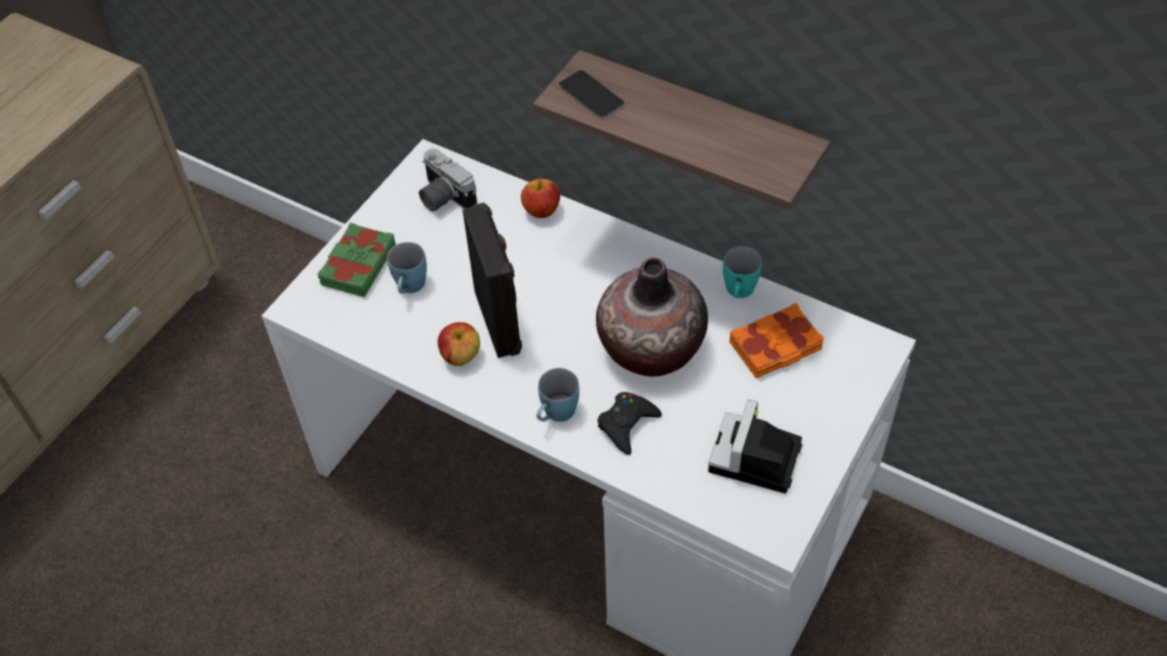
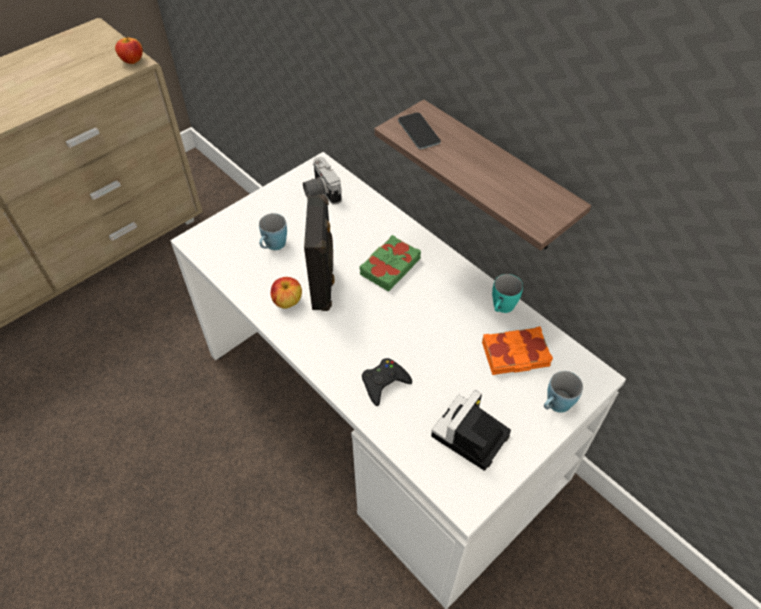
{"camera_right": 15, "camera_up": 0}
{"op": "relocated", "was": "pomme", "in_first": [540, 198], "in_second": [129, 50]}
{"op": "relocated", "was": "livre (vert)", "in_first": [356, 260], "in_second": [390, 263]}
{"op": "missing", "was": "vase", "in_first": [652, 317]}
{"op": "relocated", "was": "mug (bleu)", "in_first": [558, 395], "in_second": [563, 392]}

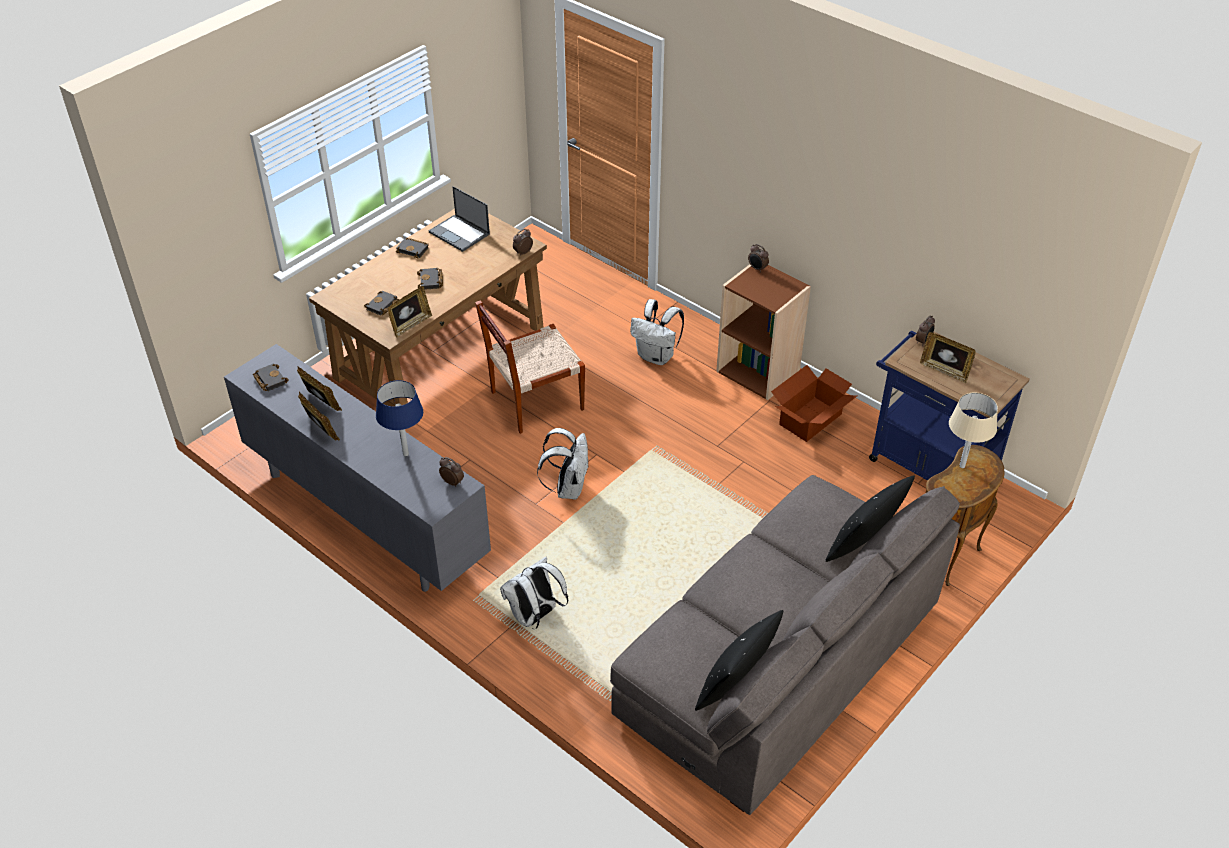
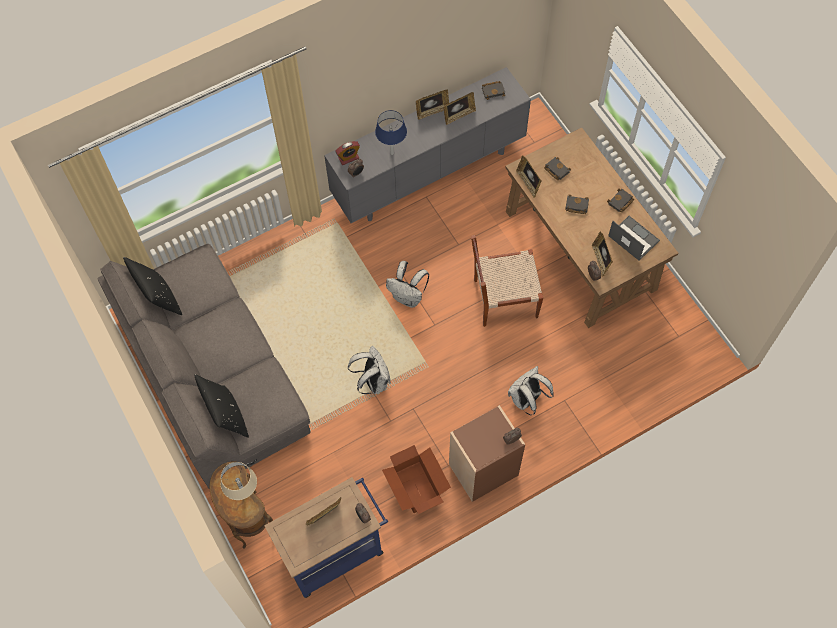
{"camera_right": 110, "camera_up": 20}
{"op": "spun", "was": "ordinateur portable", "in_first": [459, 219], "in_second": [634, 238], "clockwise": 75}
{"op": "spun", "was": "chaise", "in_first": [530, 367], "in_second": [507, 281], "clockwise": -90}
{"op": "relocated", "was": "sac à dos (blanc)", "in_first": [534, 592], "in_second": [369, 370]}
{"op": "appeared", "now": "réveil", "in_second": [348, 153]}
{"op": "appeared", "now": "cadre photo", "in_second": [602, 254]}

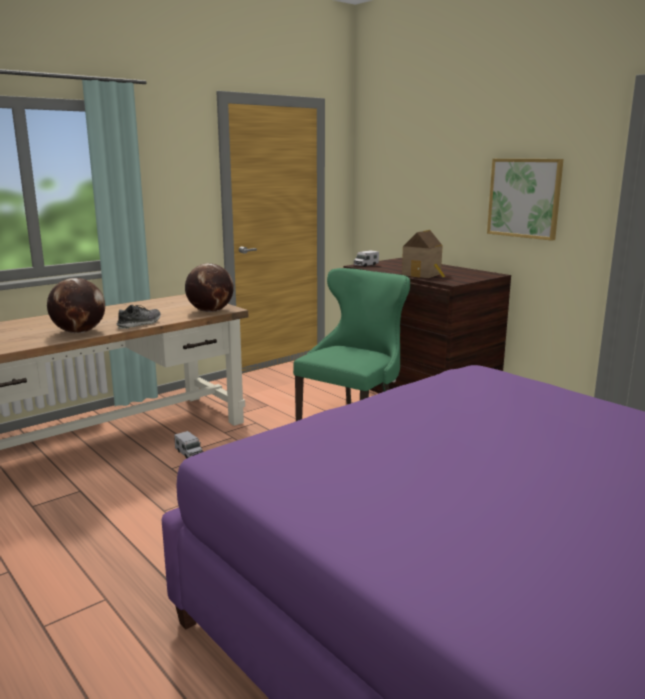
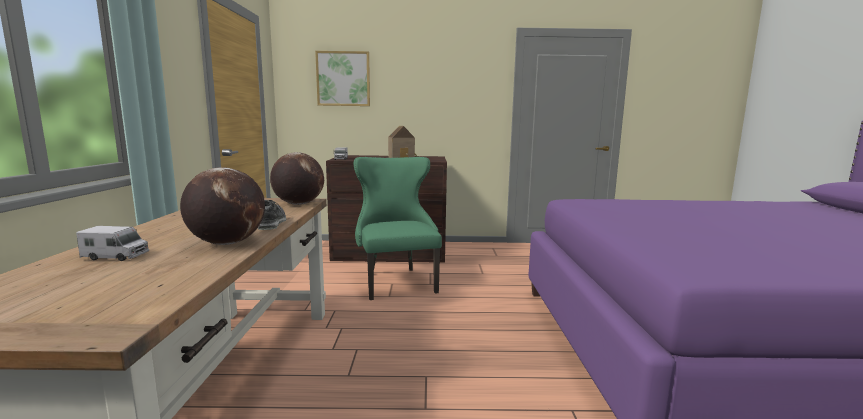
{"camera_right": -50, "camera_up": -5}
{"op": "relocated", "was": "tableau", "in_first": [525, 200], "in_second": [342, 78]}
{"op": "relocated", "was": "camion jouet", "in_first": [188, 445], "in_second": [112, 243]}

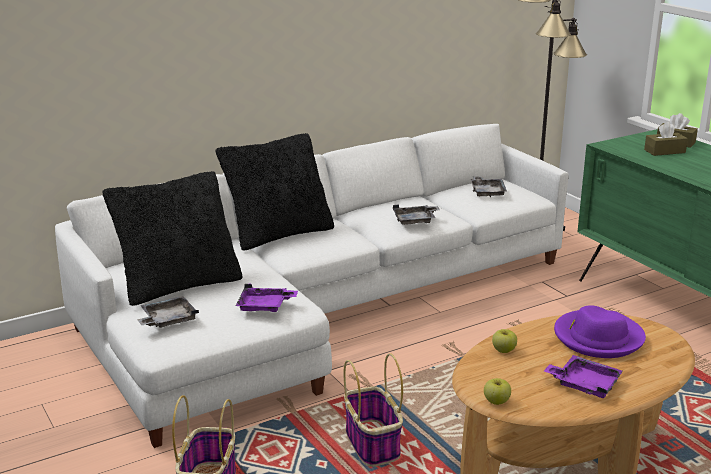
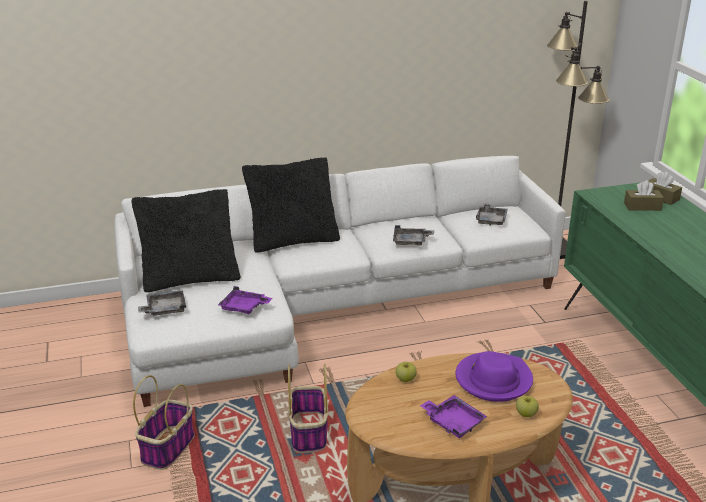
{"camera_right": 15, "camera_up": 5}
{"op": "relocated", "was": "pomme", "in_first": [497, 391], "in_second": [527, 406]}

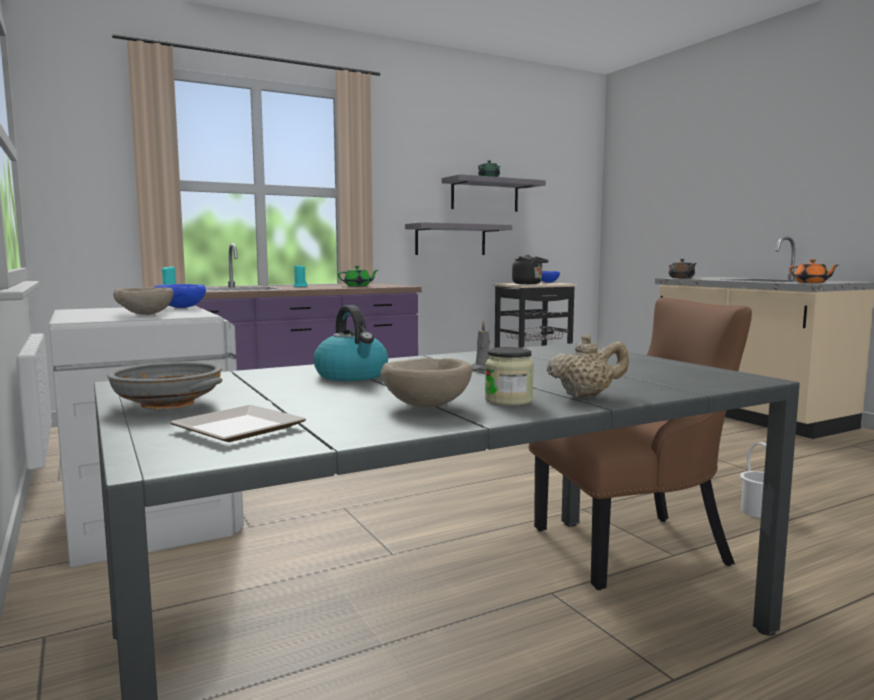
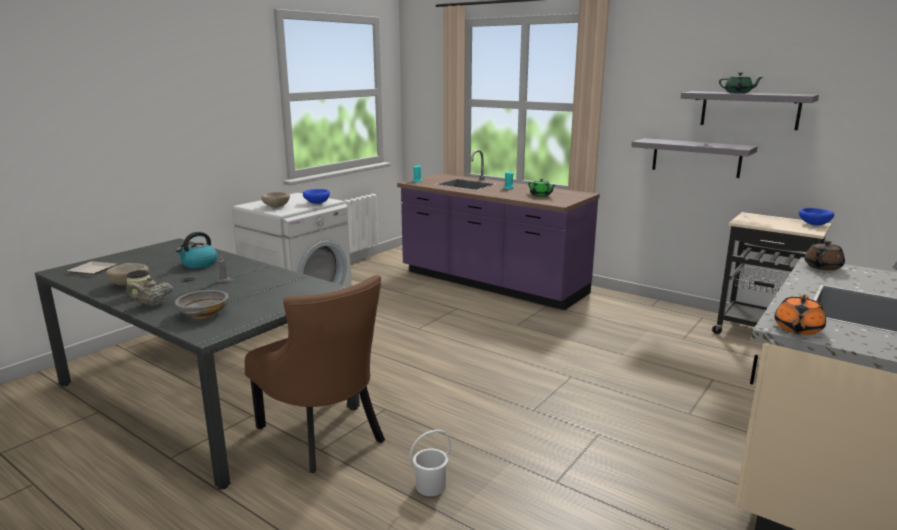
{"camera_right": 65, "camera_up": 10}
{"op": "missing", "was": "bouilloire (noir)", "in_first": [530, 269]}
{"op": "spun", "was": "théière (beige)", "in_first": [588, 365], "in_second": [149, 292], "clockwise": 105}
{"op": "relocated", "was": "bol (gris)", "in_first": [164, 386], "in_second": [202, 304]}

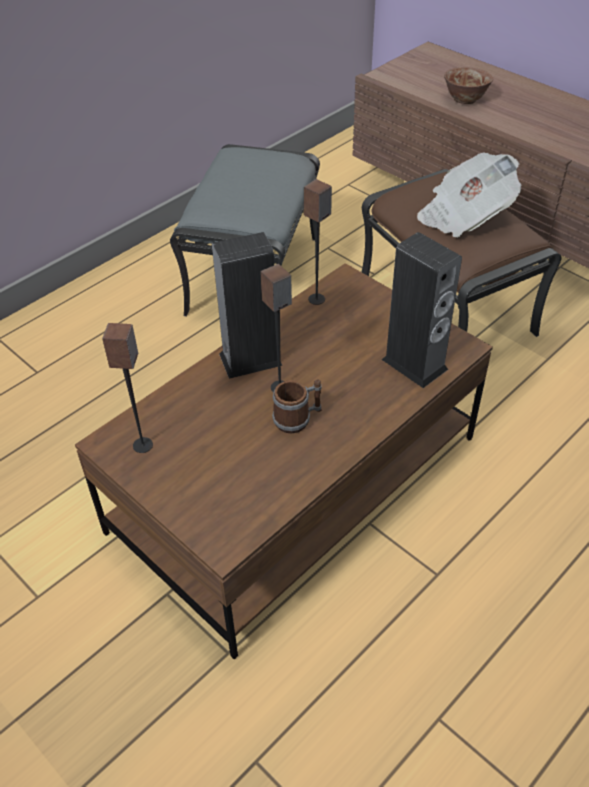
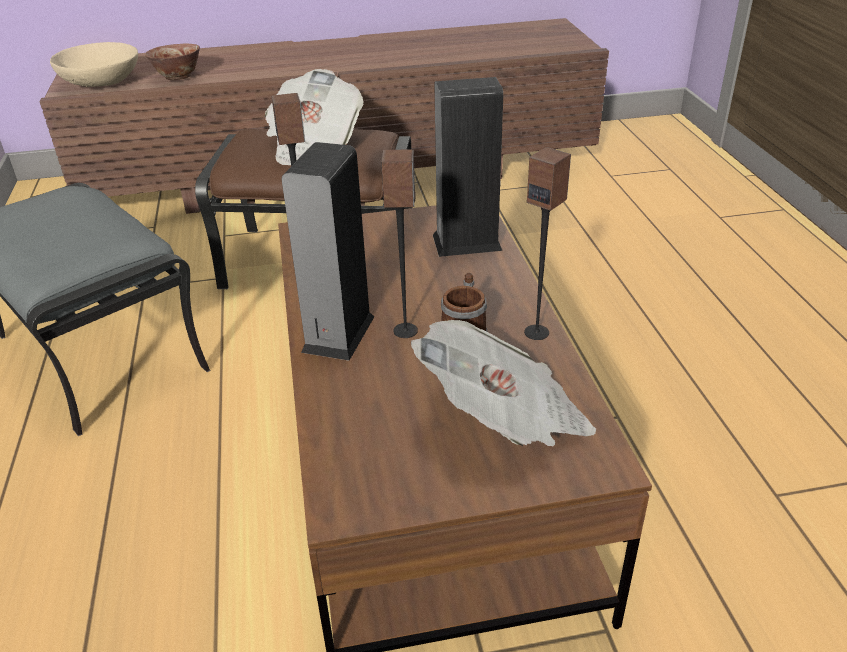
{"camera_right": -55, "camera_up": -10}
{"op": "relocated", "was": "enceinte", "in_first": [127, 388], "in_second": [547, 243]}
{"op": "appeared", "now": "bol (beige)", "in_second": [94, 64]}
{"op": "appeared", "now": "journal", "in_second": [503, 383]}

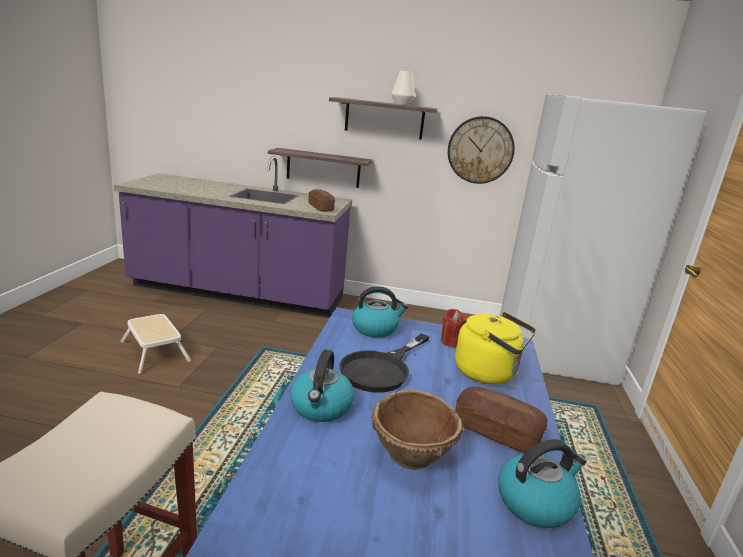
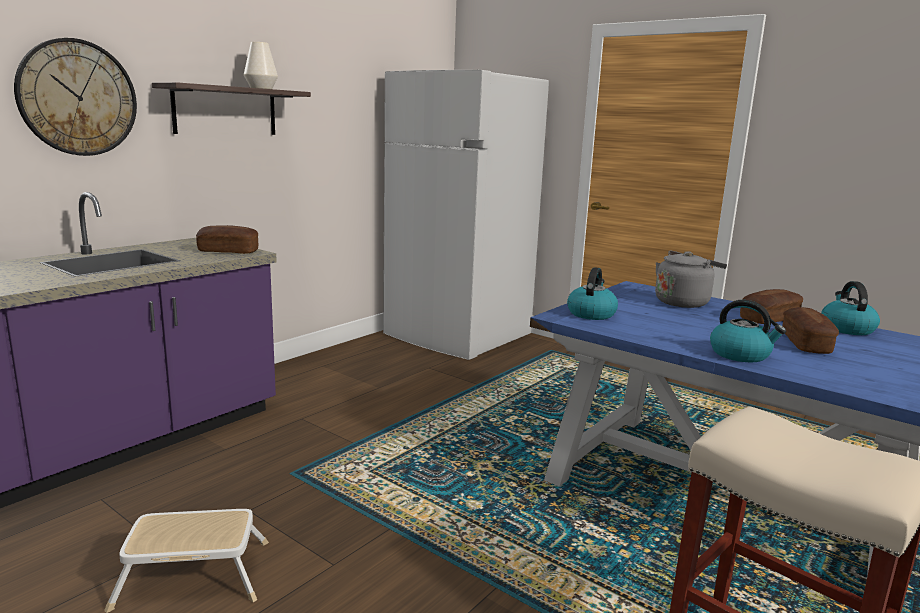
{"camera_right": -60, "camera_up": -5}
{"op": "relocated", "was": "horloge murale", "in_first": [481, 150], "in_second": [75, 97]}
{"op": "missing", "was": "étagère", "in_first": [320, 168]}
{"op": "missing", "was": "bougie (rouge)", "in_first": [454, 328]}
{"op": "colour", "was": "bouilloire (jaune)", "now": "bouilloire (gris)", "in_first": [495, 348], "in_second": [691, 279]}
{"op": "missing", "was": "poêle (noir)", "in_first": [384, 363]}
{"op": "exchanged", "was": "bol (marron)", "now": "pain", "in_first": [417, 430], "in_second": [810, 330]}

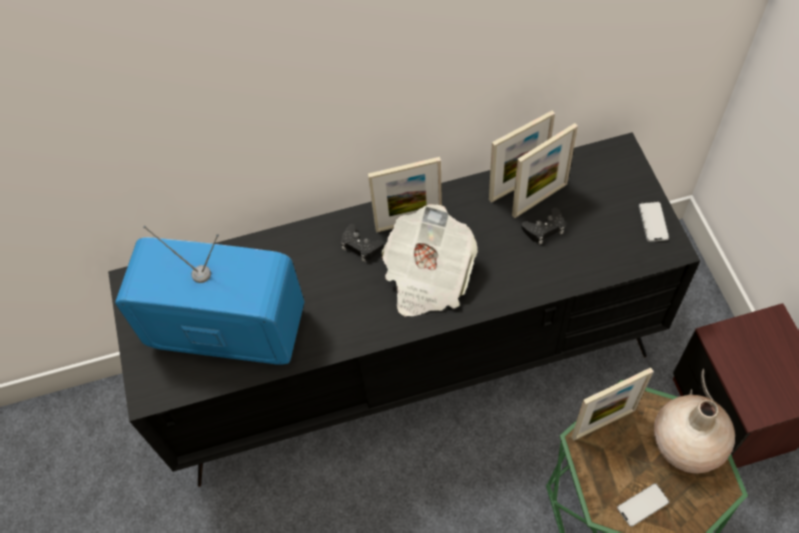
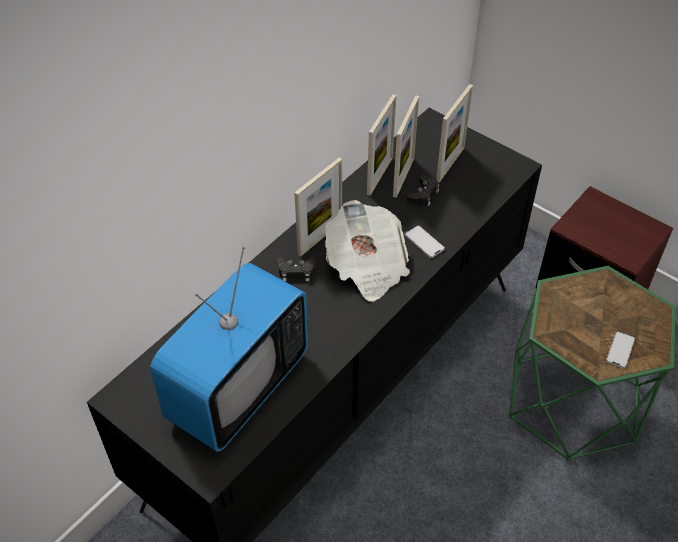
{"camera_right": -40, "camera_up": -10}
{"op": "relocated", "was": "téléphone", "in_first": [654, 222], "in_second": [425, 241]}
{"op": "spun", "was": "téléviseur", "in_first": [209, 295], "in_second": [229, 349], "clockwise": 150}
{"op": "relocated", "was": "cadre photo", "in_first": [612, 404], "in_second": [454, 133]}
{"op": "missing", "was": "vase (beige)", "in_first": [694, 434]}

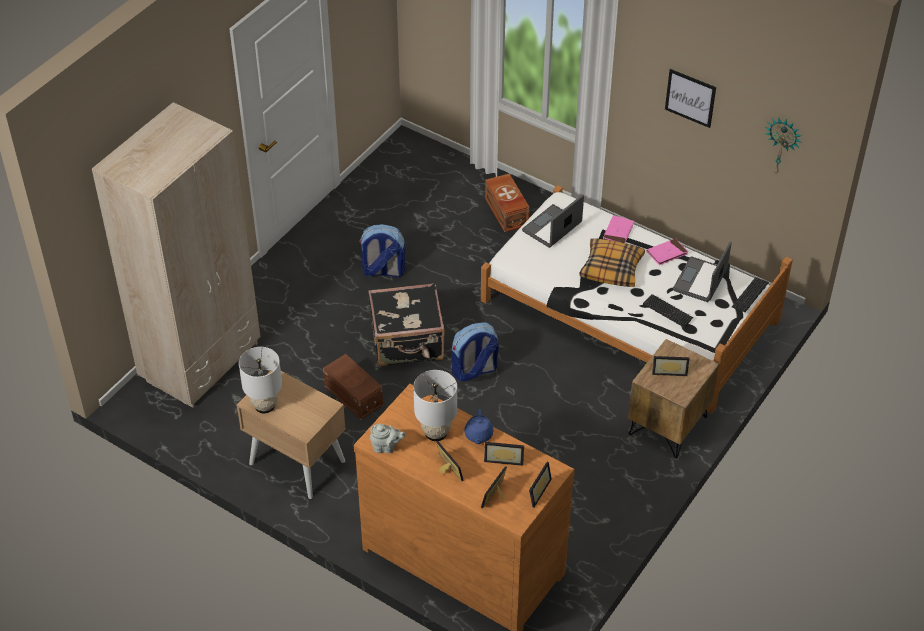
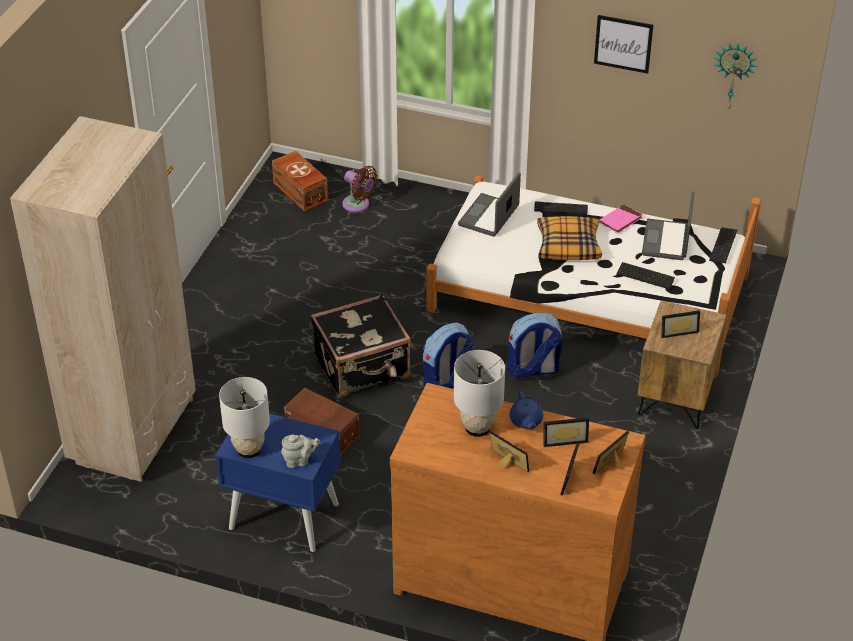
{"camera_right": -15, "camera_up": -5}
{"op": "relocated", "was": "boîte de rangement (marron)", "in_first": [507, 202], "in_second": [300, 181]}
{"op": "exchanged", "was": "livre (rose)", "now": "clavier", "in_first": [618, 229], "in_second": [561, 208]}
{"op": "relocated", "was": "sac à dos", "in_first": [382, 250], "in_second": [534, 346]}
{"op": "colour", "was": "table de chevet (beige)", "now": "table de chevet (bleu)", "in_first": [291, 435], "in_second": [278, 480]}
{"op": "relocated", "was": "théière (gris)", "in_first": [388, 438], "in_second": [300, 451]}
{"op": "spun", "was": "cadre photo", "in_first": [540, 484], "in_second": [611, 452], "clockwise": -150}
{"op": "appeared", "now": "ventilateur (marron)", "in_second": [360, 189]}

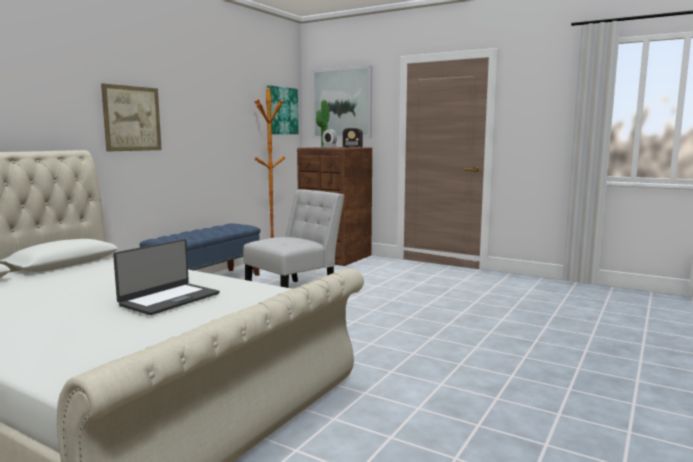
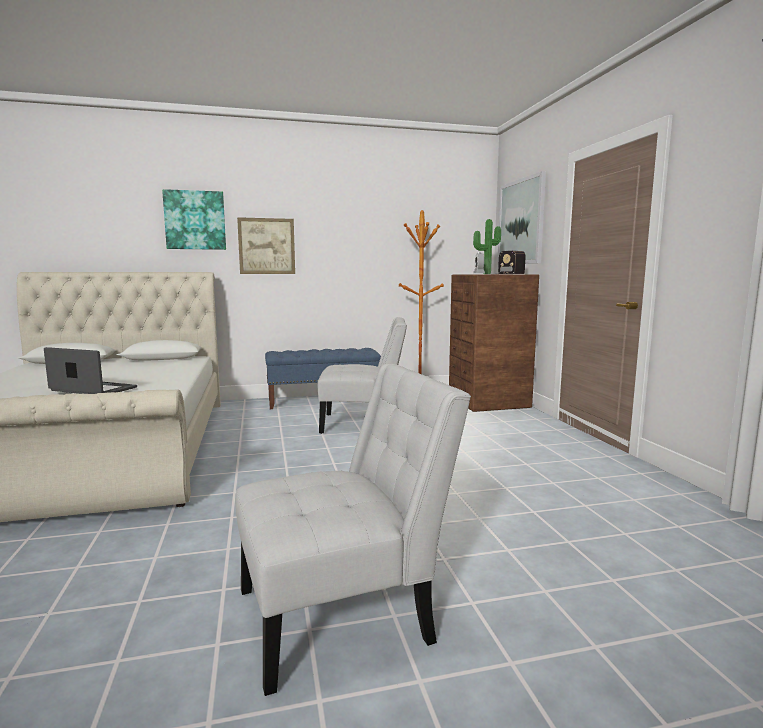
{"camera_right": 45, "camera_up": 0}
{"op": "relocated", "was": "tableau", "in_first": [282, 109], "in_second": [194, 219]}
{"op": "spun", "was": "ordinateur portable", "in_first": [166, 277], "in_second": [90, 370], "clockwise": -150}
{"op": "appeared", "now": "chaise (blanc)", "in_second": [353, 530]}

